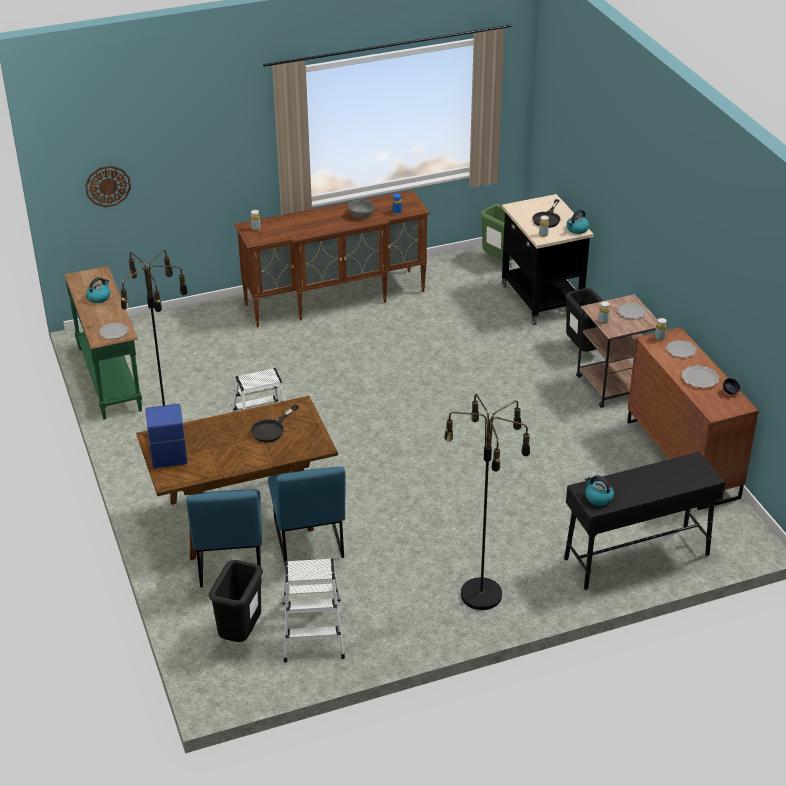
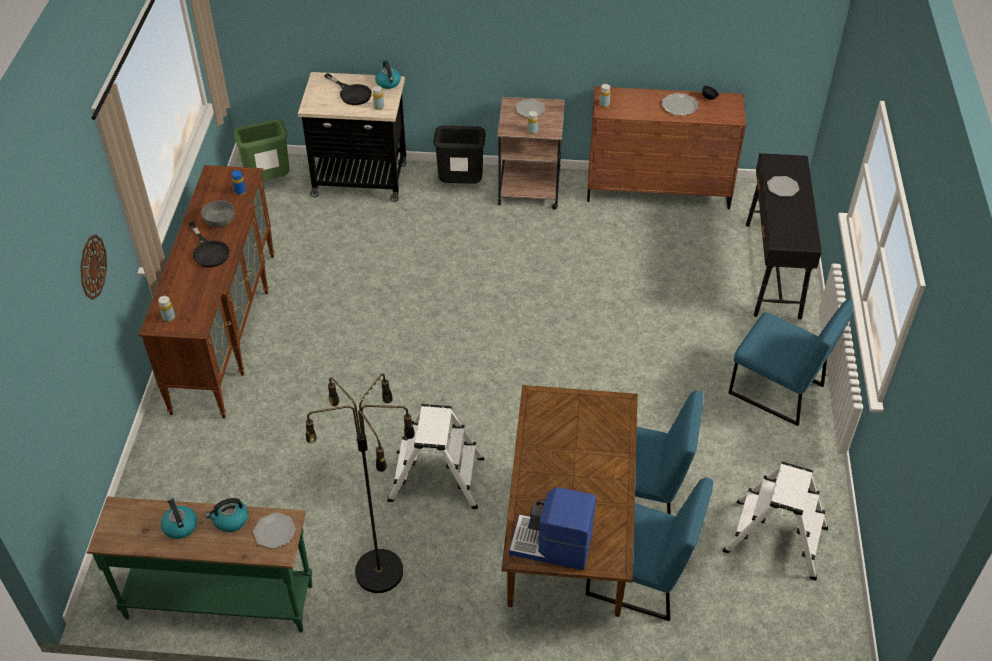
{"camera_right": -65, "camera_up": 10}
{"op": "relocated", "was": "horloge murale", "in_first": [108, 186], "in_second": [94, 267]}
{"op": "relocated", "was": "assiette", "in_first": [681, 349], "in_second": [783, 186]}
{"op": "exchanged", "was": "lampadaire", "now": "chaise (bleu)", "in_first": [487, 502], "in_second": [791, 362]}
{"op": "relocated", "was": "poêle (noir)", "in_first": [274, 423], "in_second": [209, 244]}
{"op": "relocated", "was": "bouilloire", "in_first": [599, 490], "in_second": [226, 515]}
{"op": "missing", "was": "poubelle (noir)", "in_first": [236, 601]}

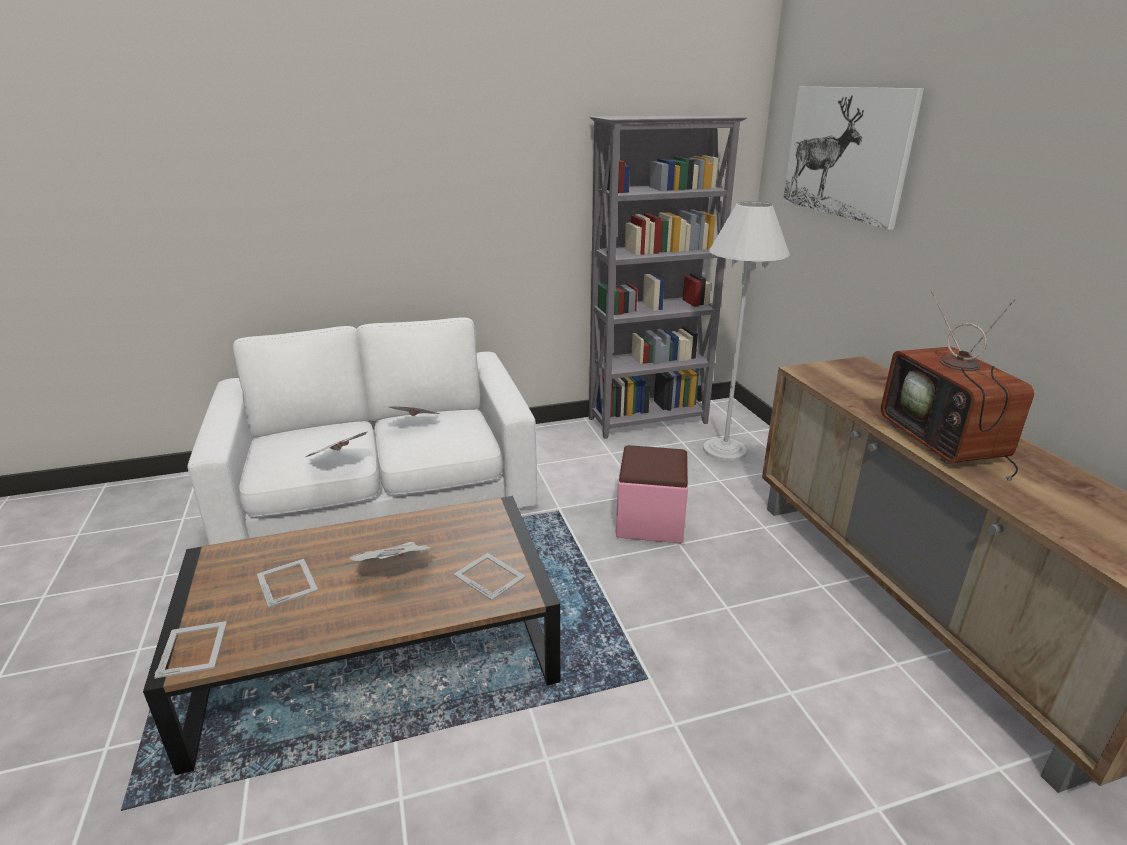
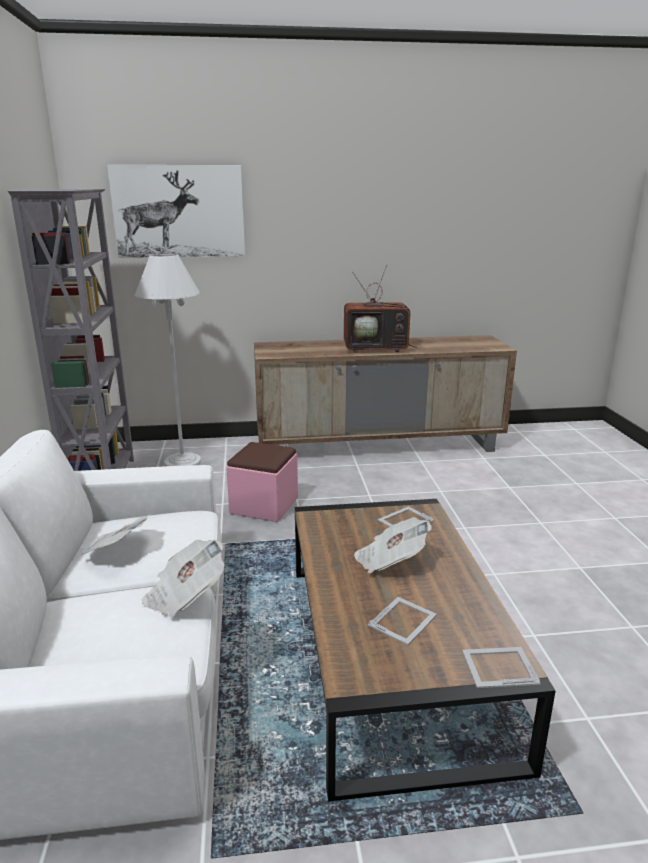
{"camera_right": -80, "camera_up": -5}
{"op": "spun", "was": "cadre photo", "in_first": [287, 583], "in_second": [402, 621], "clockwise": 150}

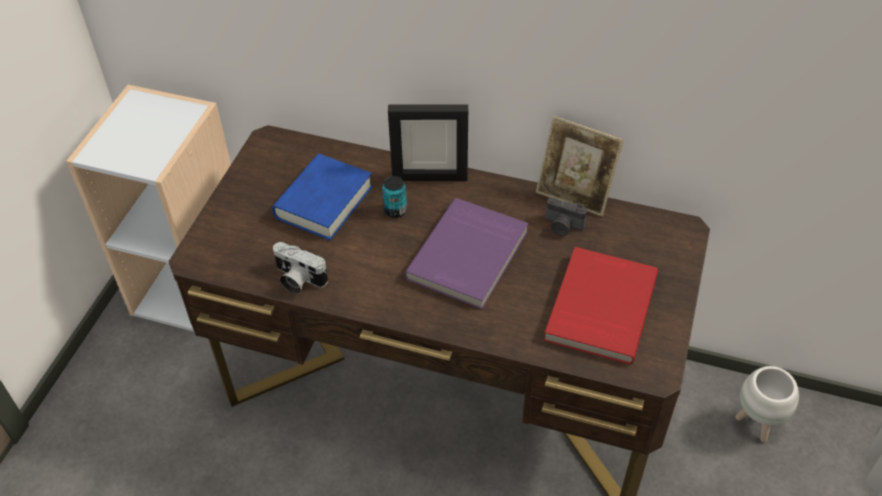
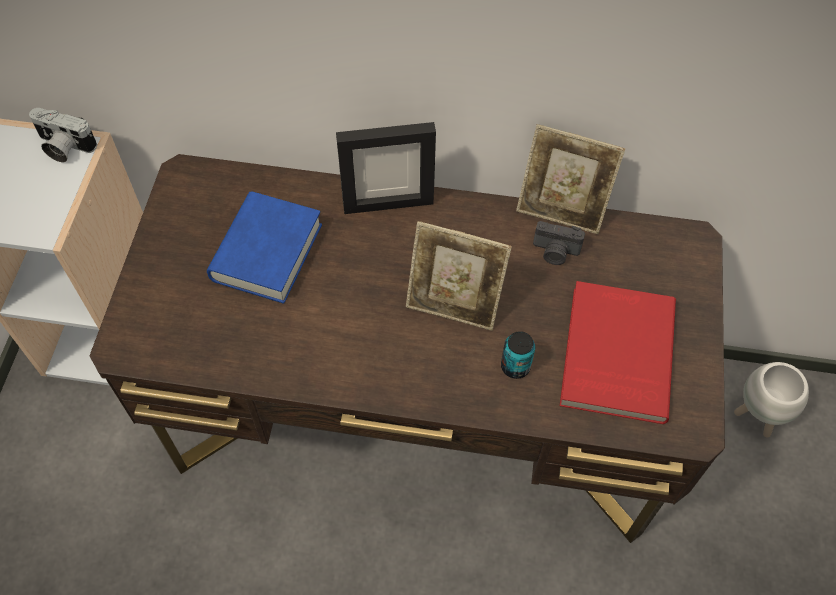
{"camera_right": -10, "camera_up": 10}
{"op": "relocated", "was": "boîte métallique", "in_first": [394, 197], "in_second": [518, 355]}
{"op": "exchanged", "was": "livre (violet)", "now": "cadre photo", "in_first": [466, 253], "in_second": [459, 276]}
{"op": "relocated", "was": "appareil photo", "in_first": [300, 268], "in_second": [63, 135]}

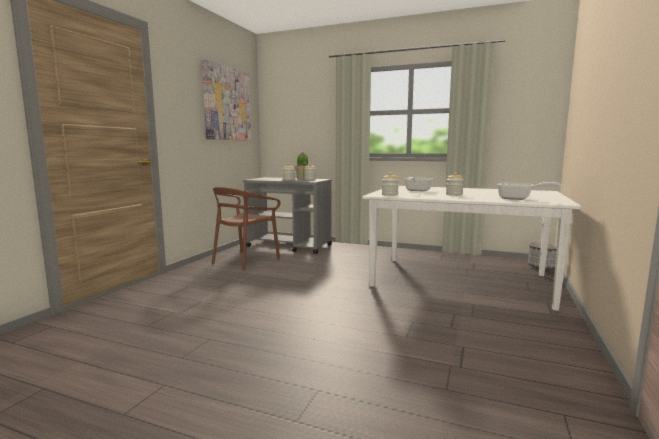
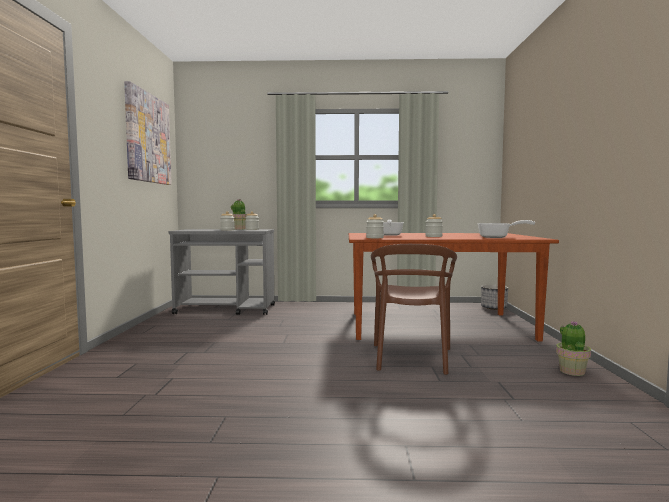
{"camera_right": -20, "camera_up": -5}
{"op": "colour", "was": "table à manger (blanc)", "now": "table à manger (marron)", "in_first": [472, 248], "in_second": [454, 287]}
{"op": "relocated", "was": "chaise (marron)", "in_first": [246, 228], "in_second": [414, 309]}
{"op": "appeared", "now": "plante en pot", "in_second": [573, 348]}

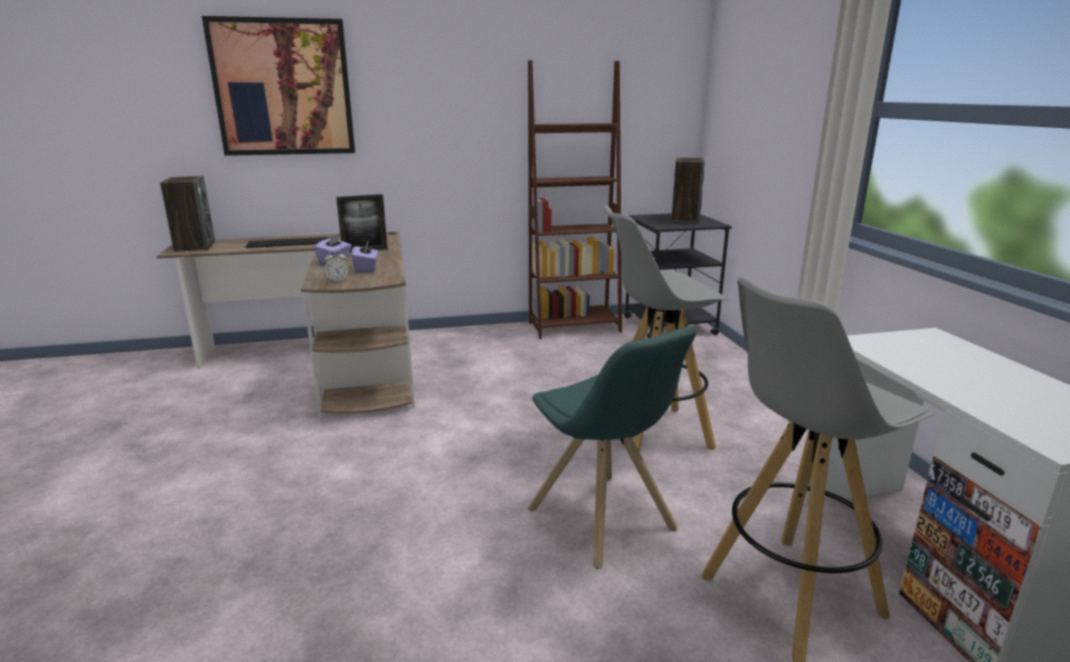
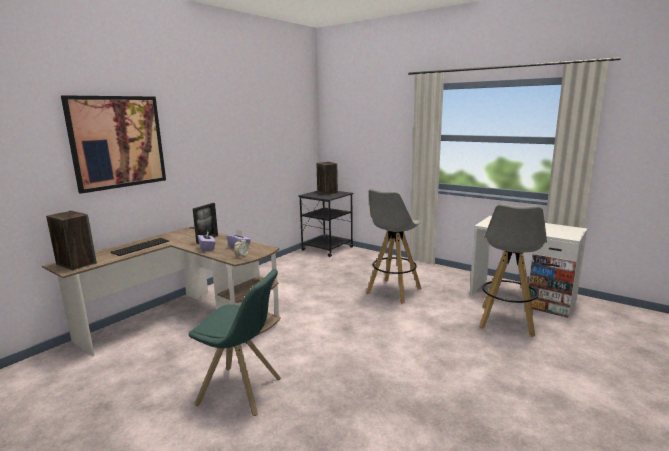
{"camera_right": -40, "camera_up": -5}
{"op": "missing", "was": "bibliothèque (marron)", "in_first": [575, 199]}
{"op": "relocated", "was": "chaise (turquoise)", "in_first": [612, 447], "in_second": [235, 342]}

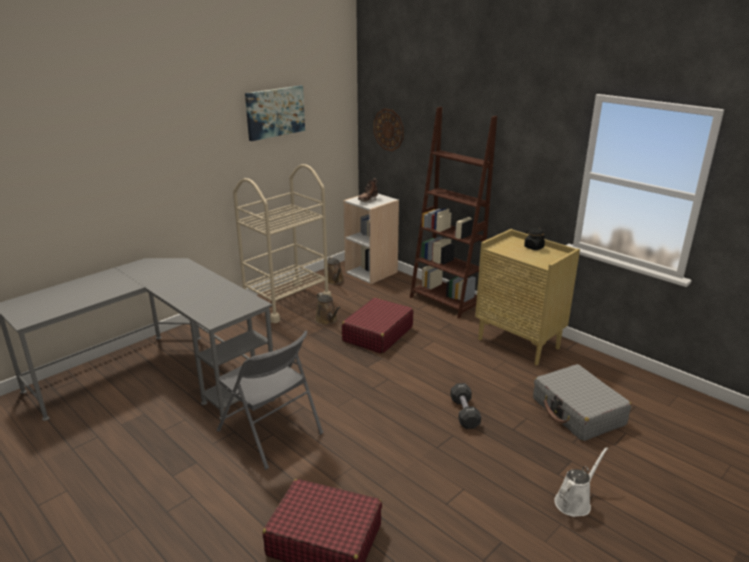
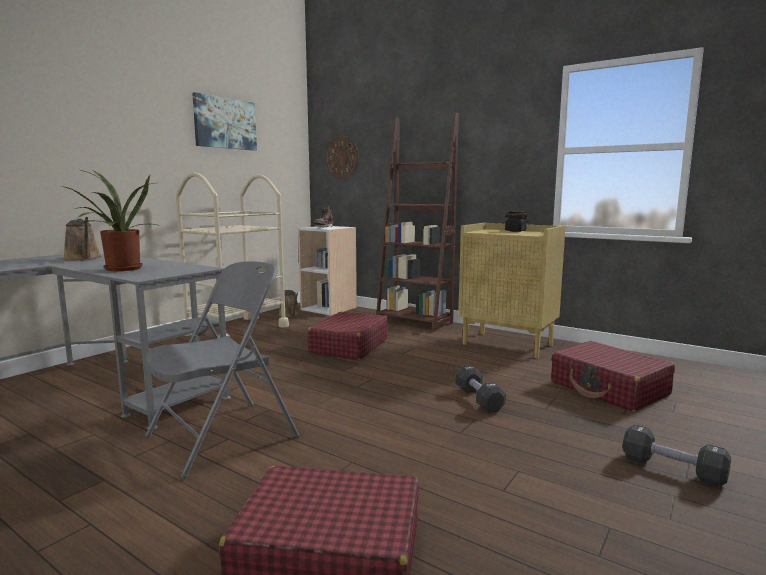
{"camera_right": -10, "camera_up": -15}
{"op": "relocated", "was": "arrosoir (marron)", "in_first": [328, 309], "in_second": [82, 239]}
{"op": "spun", "was": "chaise (gris)", "in_first": [270, 400], "in_second": [222, 370], "clockwise": -75}
{"op": "colour", "was": "valise (gris)", "now": "valise (rouge)", "in_first": [582, 402], "in_second": [613, 376]}
{"op": "exchanged", "was": "arrosoir (blanc)", "now": "haltère (noir)", "in_first": [581, 482], "in_second": [677, 455]}
{"op": "appeared", "now": "plante en pot", "in_second": [111, 220]}

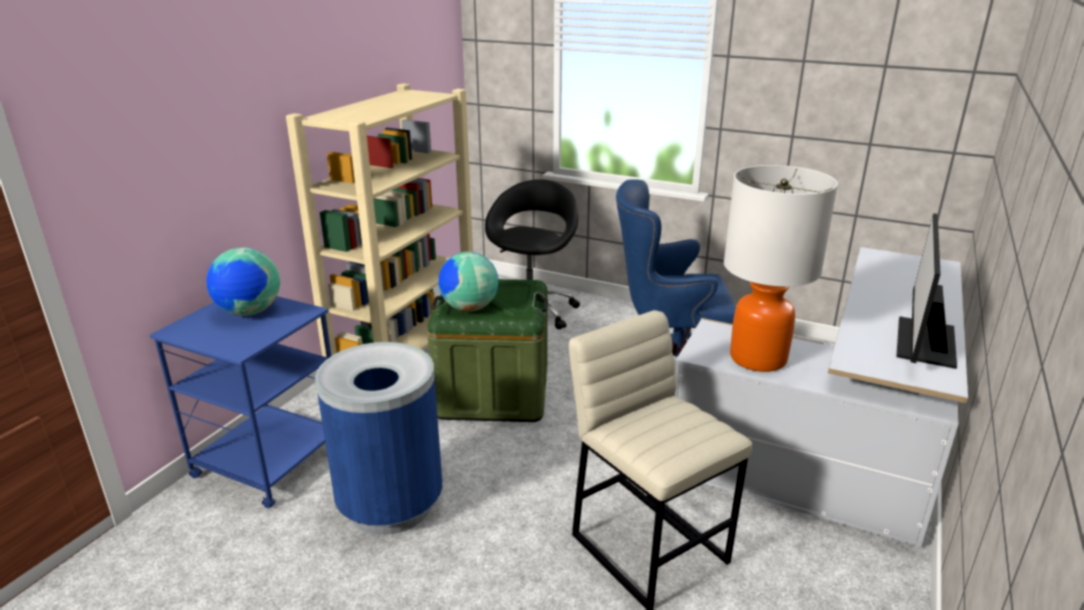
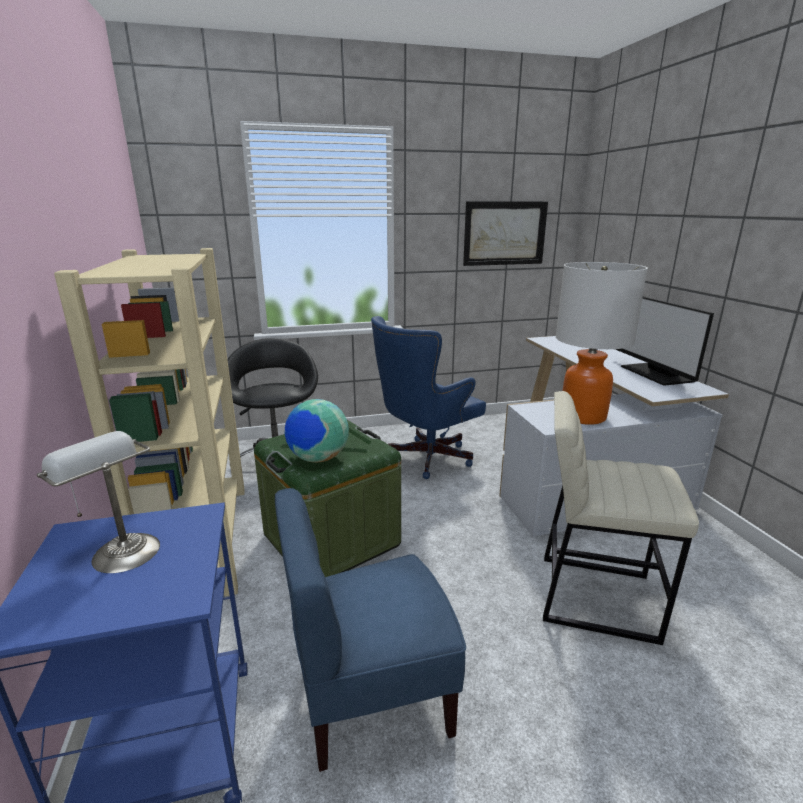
{"camera_right": -40, "camera_up": -5}
{"op": "exchanged", "was": "globe", "now": "lampe de table (blanc)", "in_first": [243, 281], "in_second": [98, 502]}
{"op": "exchanged", "was": "poubelle (bleu)", "now": "chaise (bleu)", "in_first": [379, 438], "in_second": [370, 630]}
{"op": "appeared", "now": "tableau", "in_second": [505, 234]}

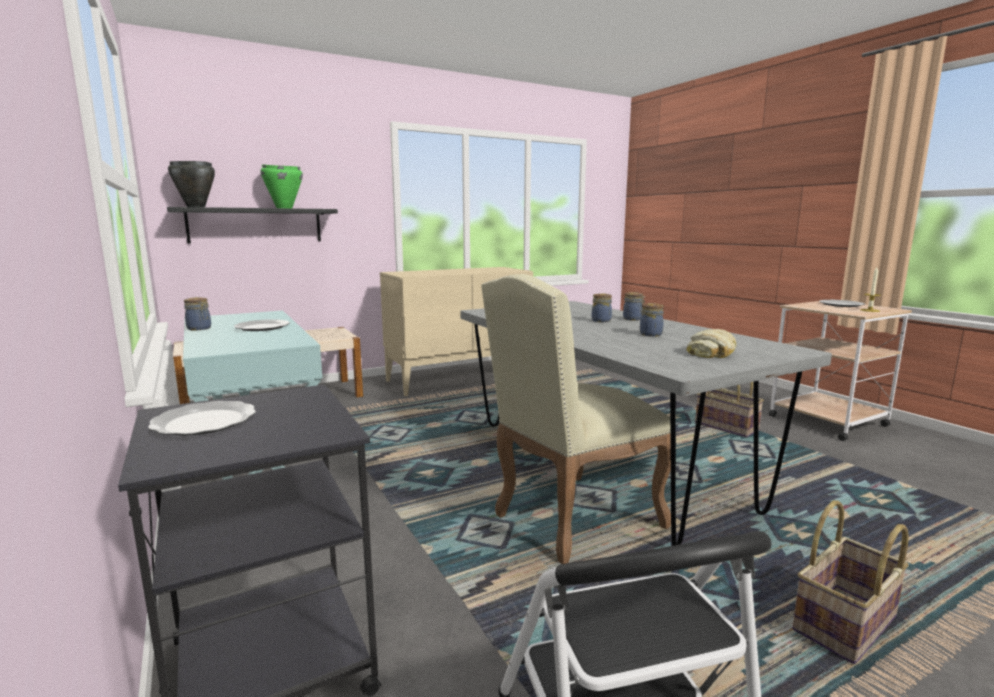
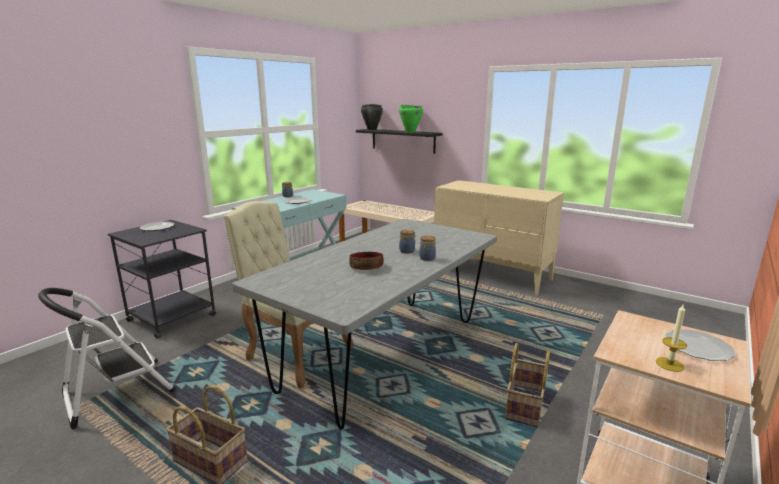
{"camera_right": 65, "camera_up": 5}
{"op": "exchanged", "was": "bocal", "now": "bol", "in_first": [652, 320], "in_second": [366, 261]}
{"op": "missing", "was": "pain", "in_first": [711, 343]}

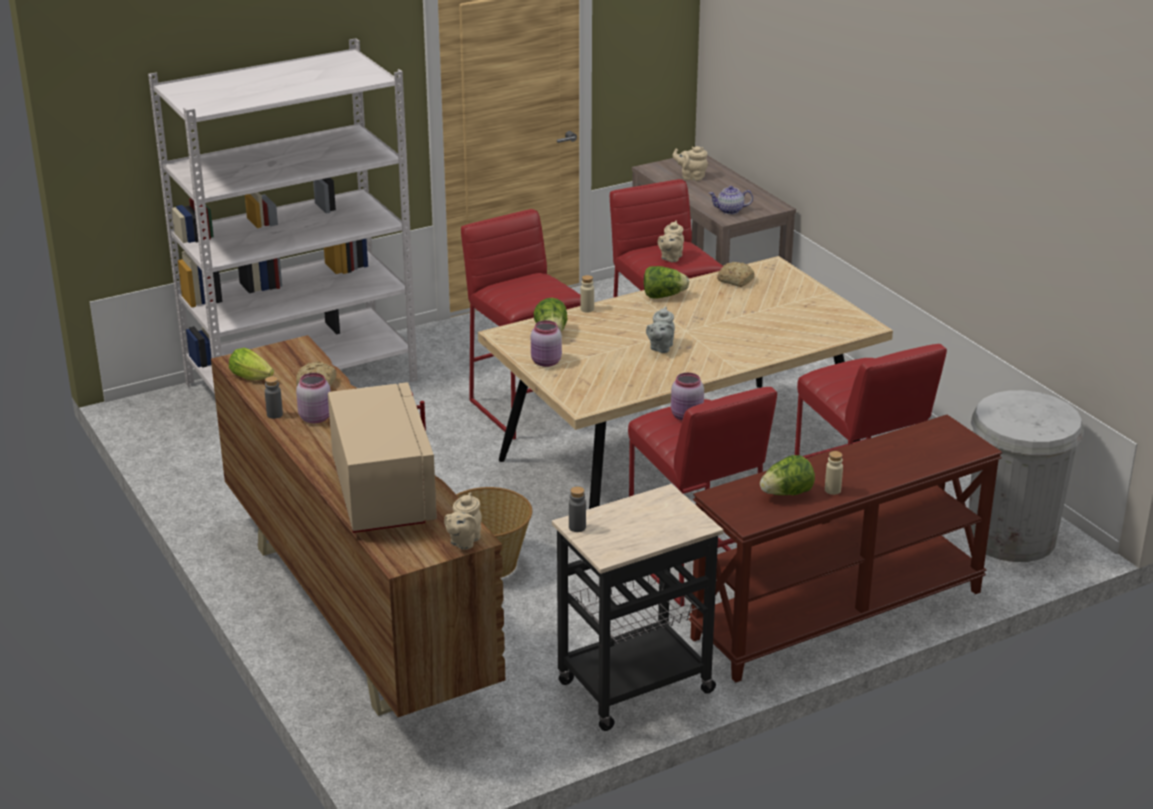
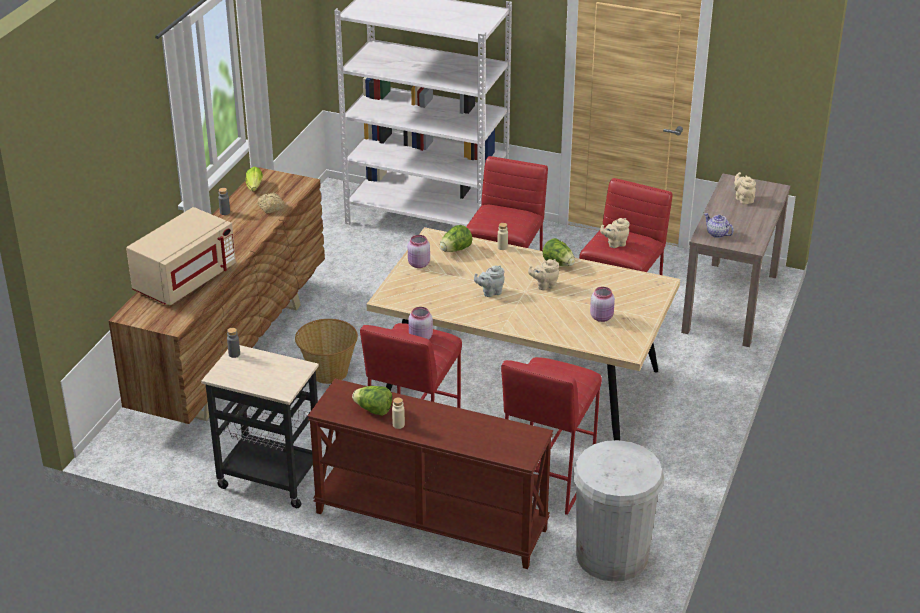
{"camera_right": 50, "camera_up": 5}
{"op": "missing", "was": "pain", "in_first": [735, 274]}
{"op": "relocated", "was": "bocal (rose)", "in_first": [313, 398], "in_second": [602, 304]}
{"op": "relocated", "was": "théière (beige)", "in_first": [463, 521], "in_second": [543, 274]}

